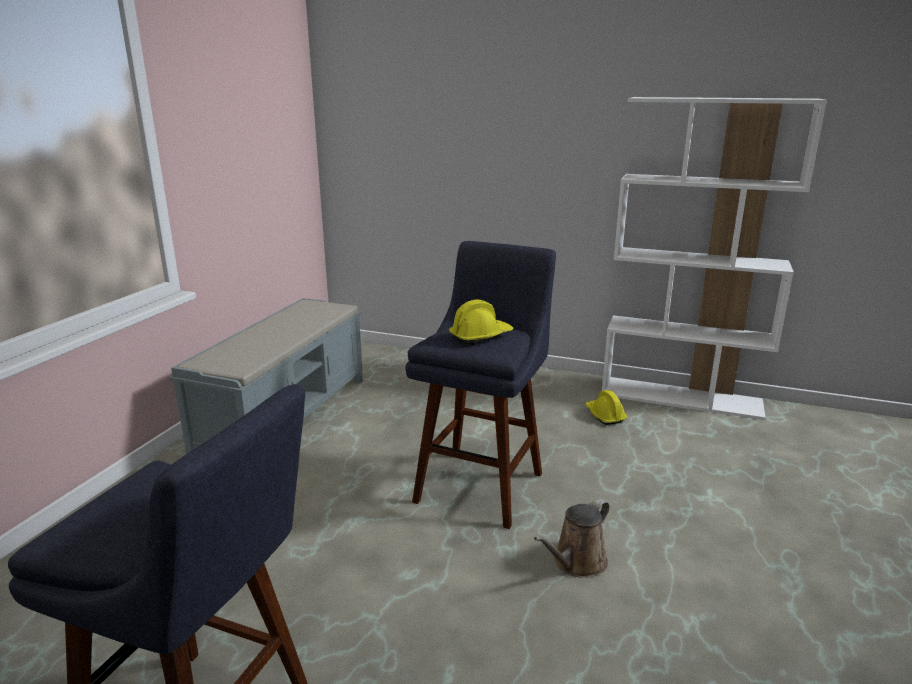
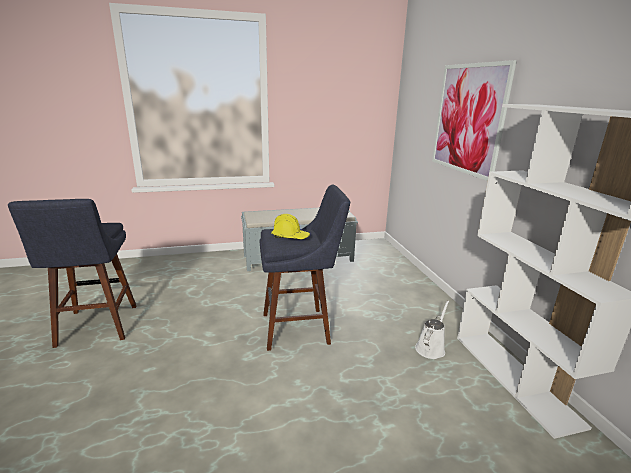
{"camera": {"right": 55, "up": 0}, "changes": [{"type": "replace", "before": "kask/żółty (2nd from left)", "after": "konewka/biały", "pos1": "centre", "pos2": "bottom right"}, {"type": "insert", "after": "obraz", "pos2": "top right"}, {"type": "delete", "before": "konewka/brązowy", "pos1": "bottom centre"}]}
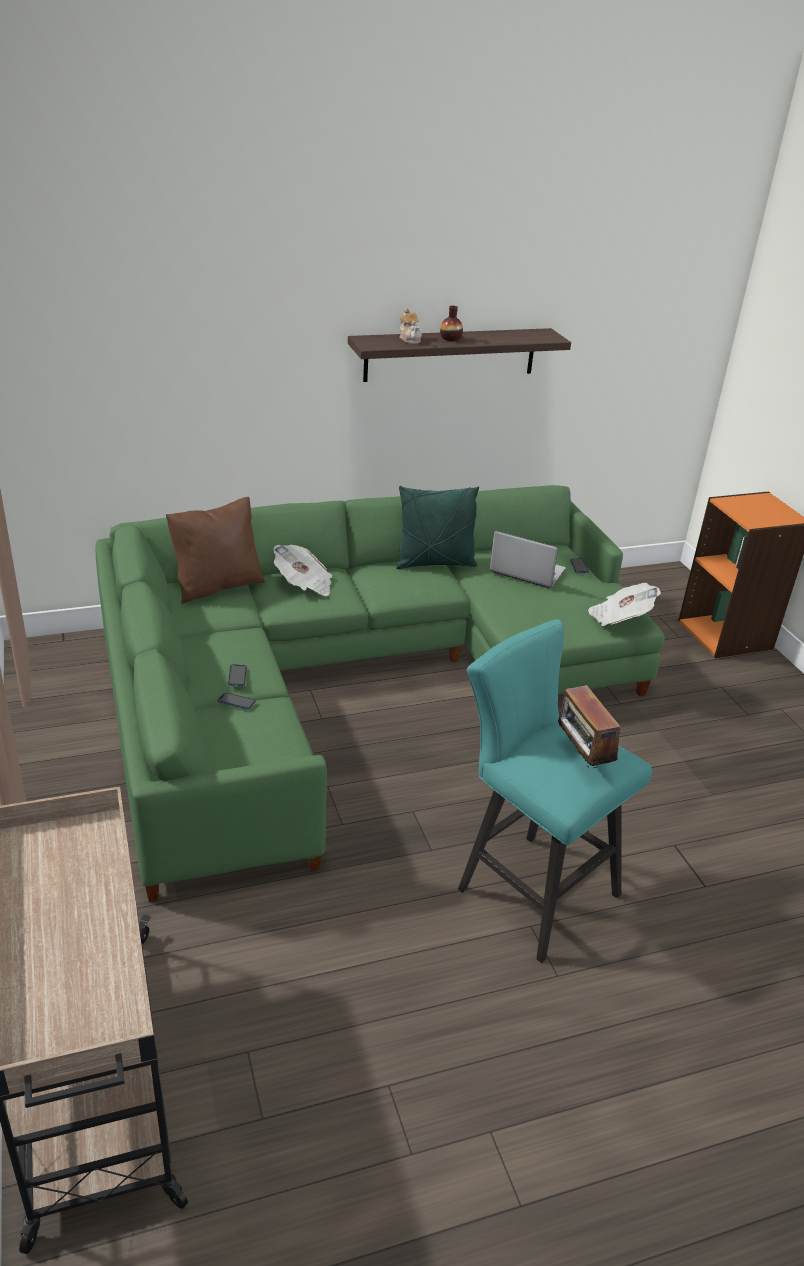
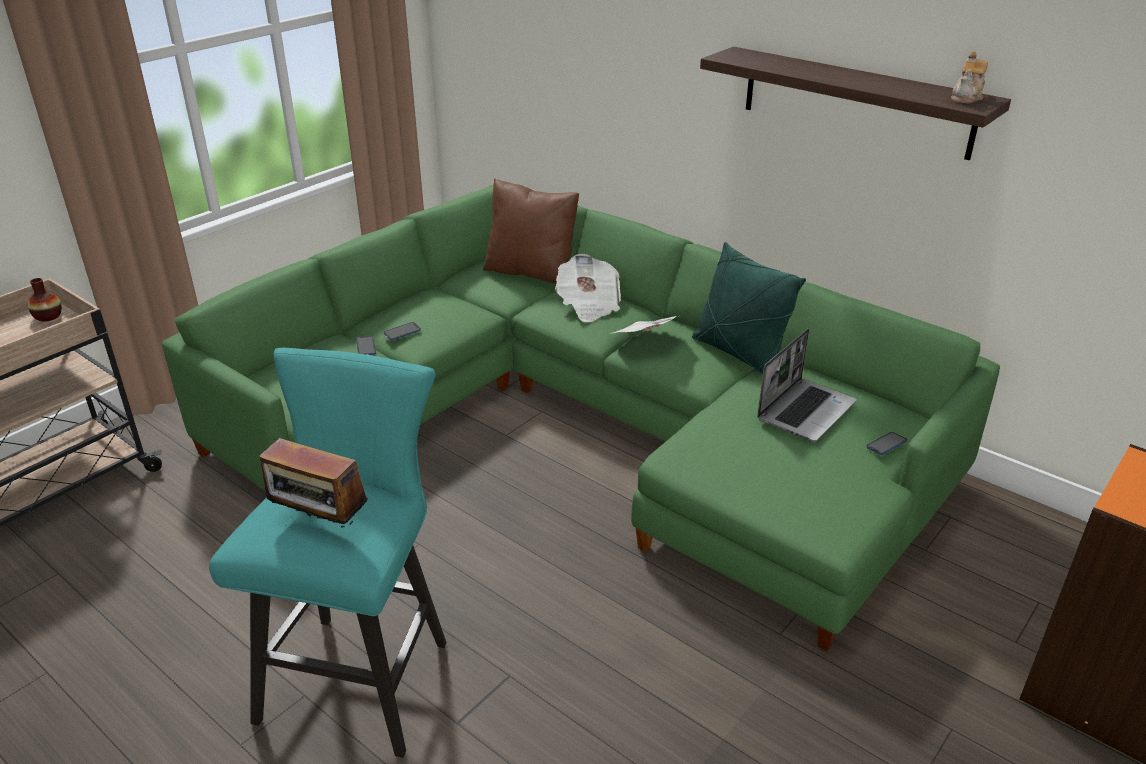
{"camera": {"right": 60, "up": 0}, "changes": [{"type": "move", "before": "wazon", "pos1": "top centre", "pos2": "middle left"}, {"type": "rotate", "before": "radio", "pos1": "middle right", "pos2": "middle left", "turn": -105}, {"type": "move", "before": "gazeta (2nd from left)", "pos1": "middle right", "pos2": "centre"}, {"type": "rotate", "before": "laptop", "pos1": "centre", "pos2": "middle right", "turn": 45}, {"type": "move", "before": "imbryk", "pos1": "top centre", "pos2": "top right"}]}
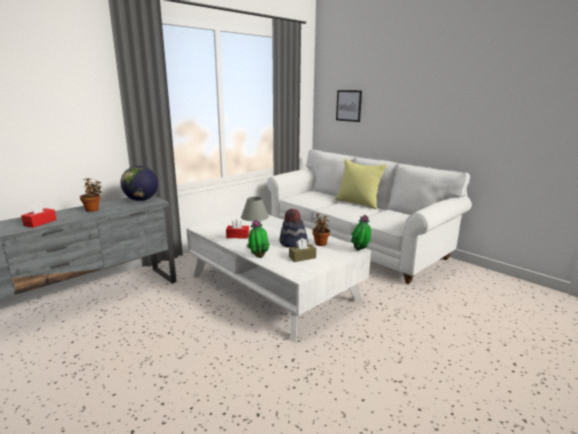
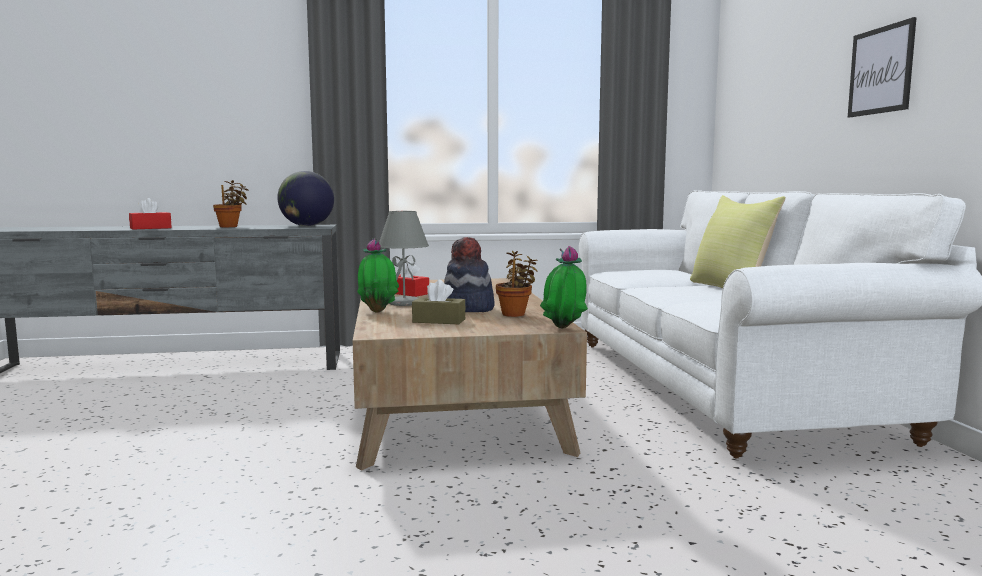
{"camera": {"right": 35, "up": -10}, "changes": [{"type": "recolor", "before": "ława/biały", "after": "ława/brązowy", "pos1": "centre", "pos2": "centre"}, {"type": "move", "before": "obraz", "pos1": "top centre", "pos2": "top right"}]}
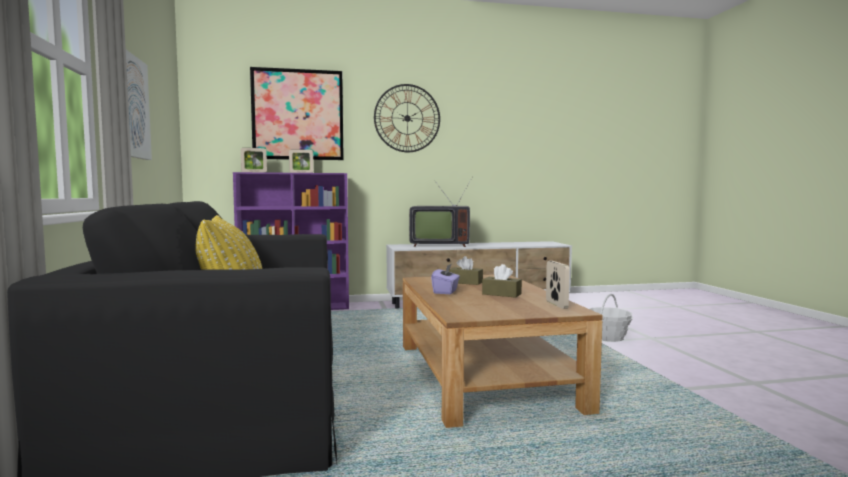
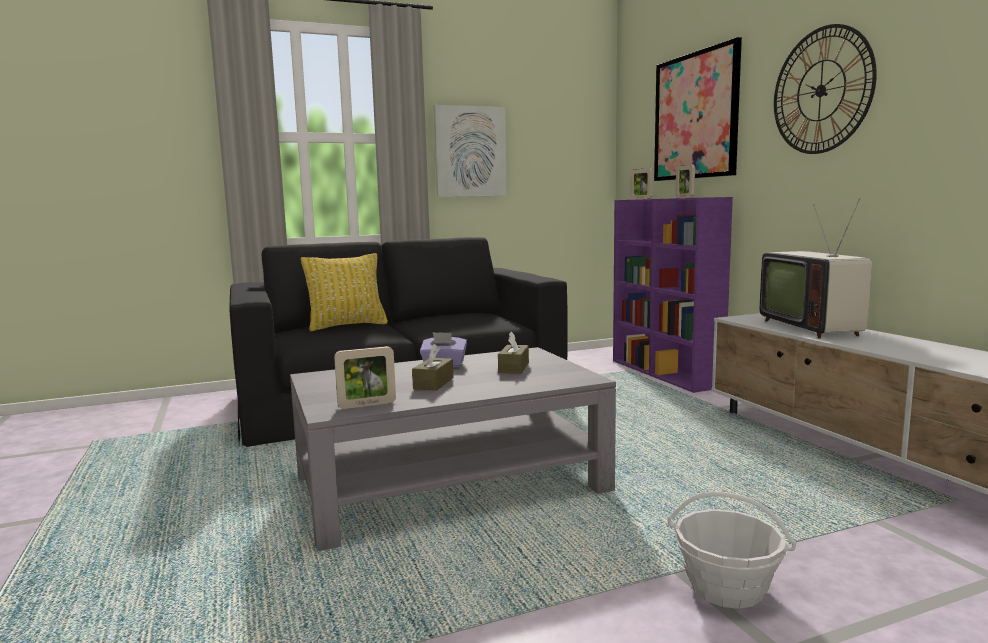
{"camera": {"right": 80, "up": 5}, "changes": [{"type": "recolor", "before": "ława/brązowy", "after": "ława/szary", "pos1": "bottom centre", "pos2": "bottom centre"}]}
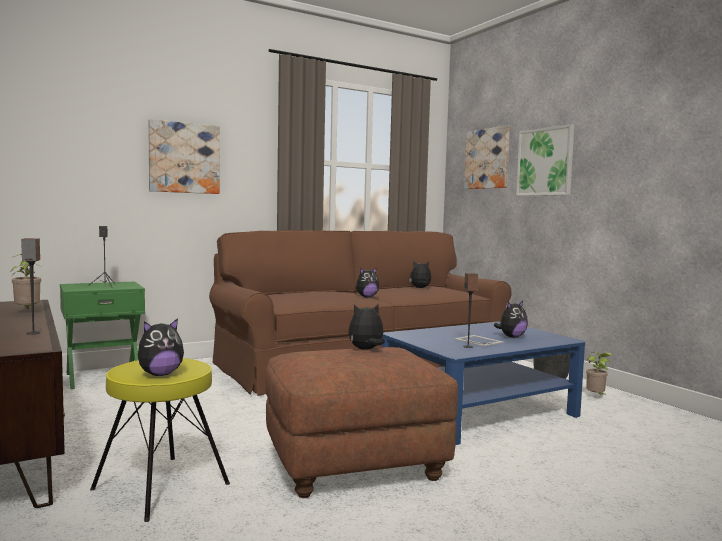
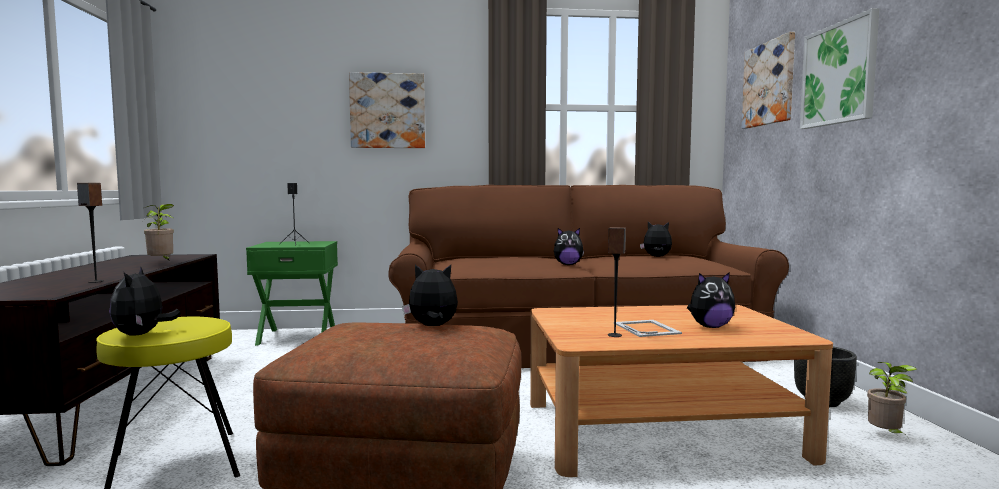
{"camera": {"right": 25, "up": 0}, "changes": [{"type": "rotate", "before": "pluszak (1st from left)", "pos1": "middle left", "pos2": "middle left", "turn": 90}, {"type": "recolor", "before": "ława/niebieski", "after": "ława/brązowy", "pos1": "bottom right", "pos2": "bottom right"}]}
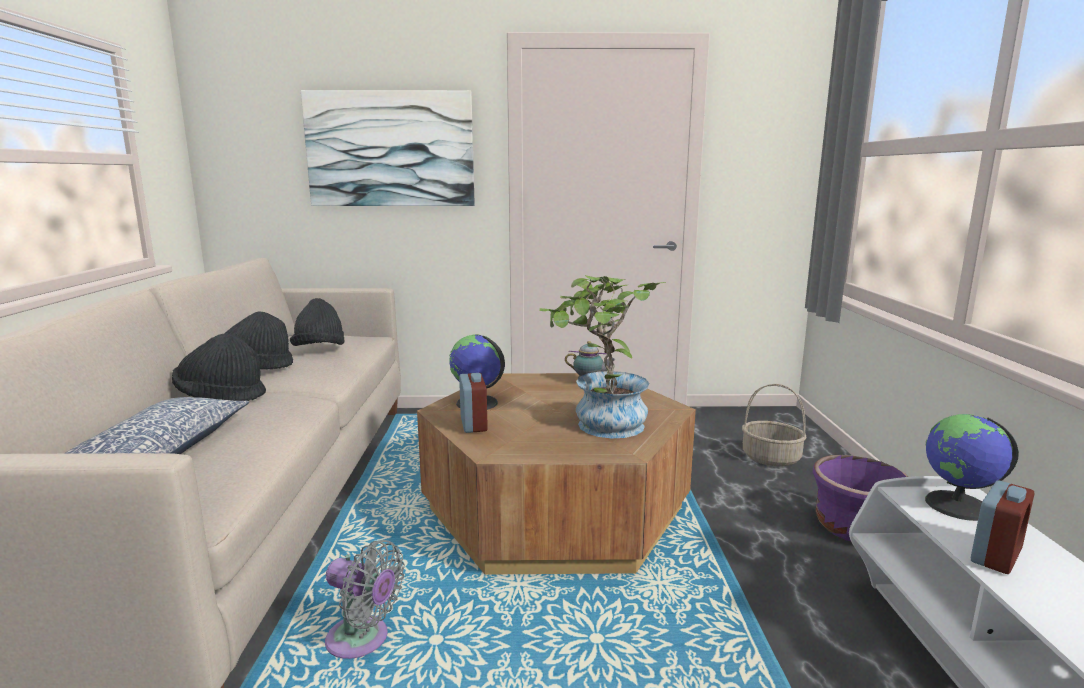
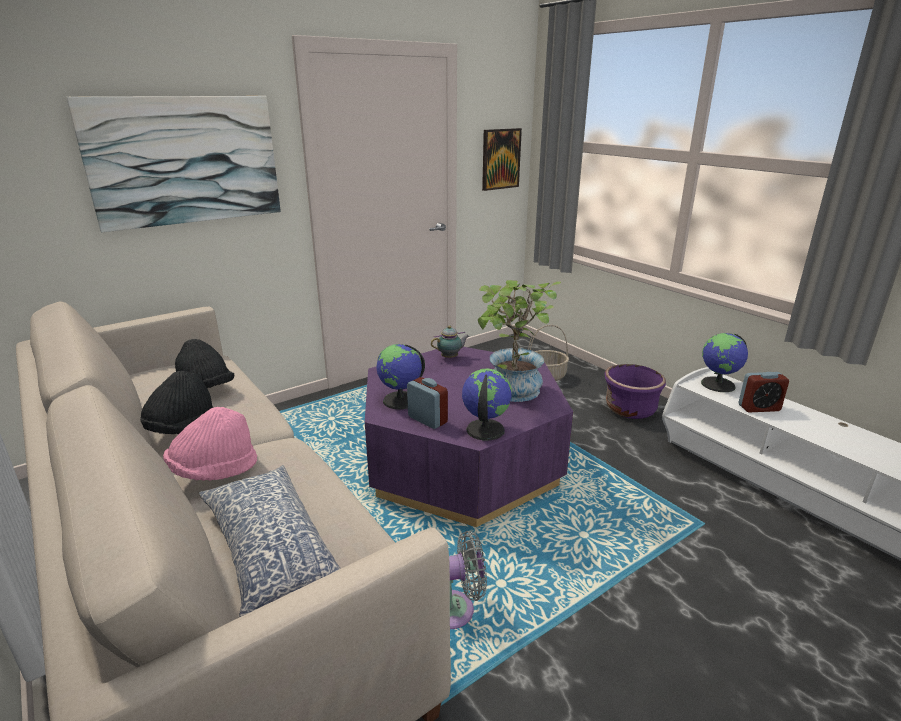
{"camera": {"right": -35, "up": 10}, "changes": [{"type": "recolor", "before": "kapelusz/czarny (1st from left)", "after": "kapelusz/różowy", "pos1": "middle left", "pos2": "middle left"}, {"type": "recolor", "before": "ława/brązowy", "after": "ława/fioletowy", "pos1": "bottom centre", "pos2": "centre"}, {"type": "insert", "after": "globus (2nd from left)", "pos2": "centre"}, {"type": "insert", "after": "obraz (2nd from left)", "pos2": "top centre"}, {"type": "rotate", "before": "budzik (2nd from left)", "pos1": "bottom right", "pos2": "middle right", "turn": 75}]}
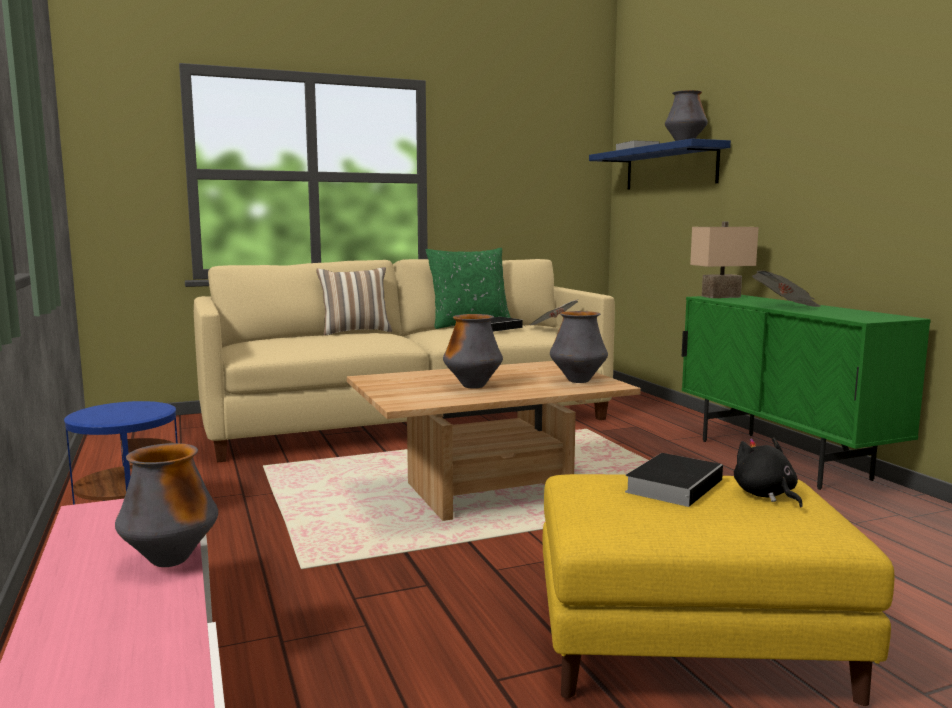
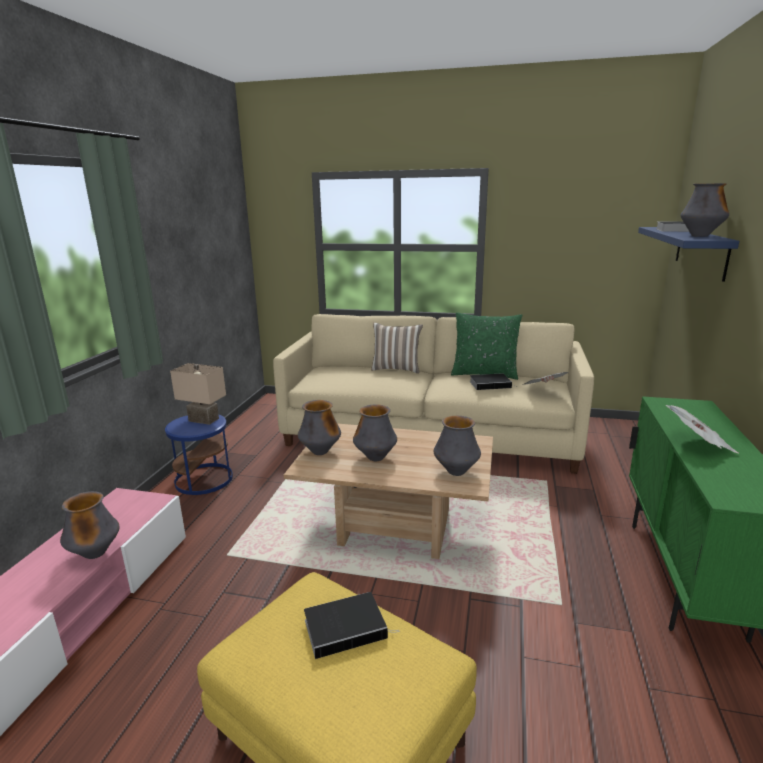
{"camera": {"right": 35, "up": 10}, "changes": [{"type": "move", "before": "lampa stołowa/beżowy", "pos1": "middle right", "pos2": "middle left"}, {"type": "insert", "after": "wazon (2nd from left)", "pos2": "centre"}, {"type": "delete", "before": "pluszak/czarny", "pos1": "bottom right"}]}
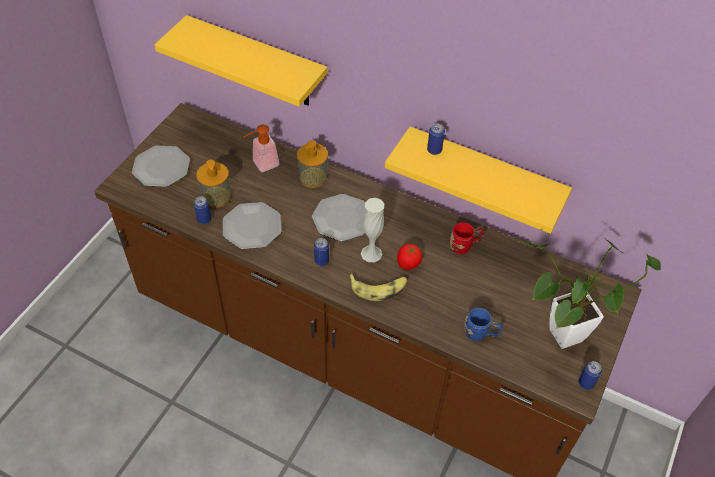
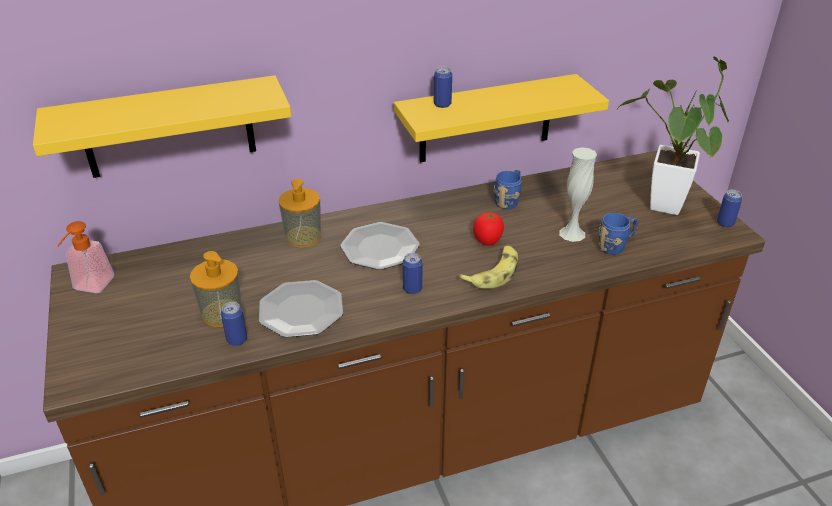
{"camera": {"right": -45, "up": -15}, "changes": [{"type": "move", "before": "dozownik mydła (2nd from left in the first image)", "after": "dozownik mydła (1st from left)", "pos1": "top centre", "pos2": "middle left"}, {"type": "recolor", "before": "kubek/czerwony", "after": "kubek/niebieski (1st from left)", "pos1": "centre", "pos2": "centre"}, {"type": "move", "before": "wazon/biały", "pos1": "centre", "pos2": "middle right"}, {"type": "delete", "before": "talerz (1st from left)", "pos1": "middle left"}]}
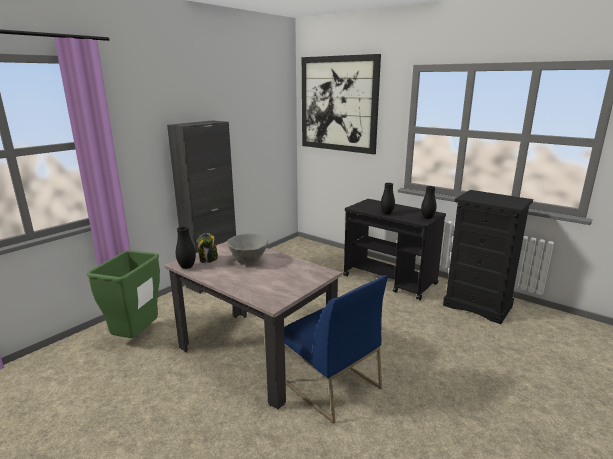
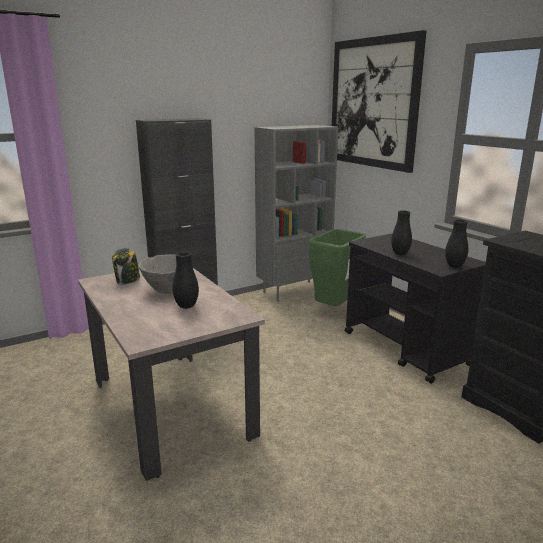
{"camera": {"right": 20, "up": 0}, "changes": [{"type": "move", "before": "wazon/czarny (1st from left)", "pos1": "middle left", "pos2": "centre"}, {"type": "insert", "after": "regał/szary", "pos2": "centre"}, {"type": "move", "before": "kosz na śmieci/zielony", "pos1": "middle left", "pos2": "centre"}, {"type": "delete", "before": "krzesło/niebieski", "pos1": "bottom centre"}]}
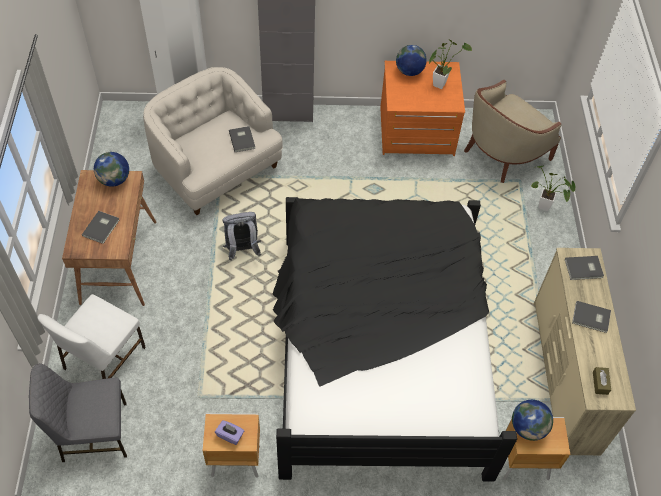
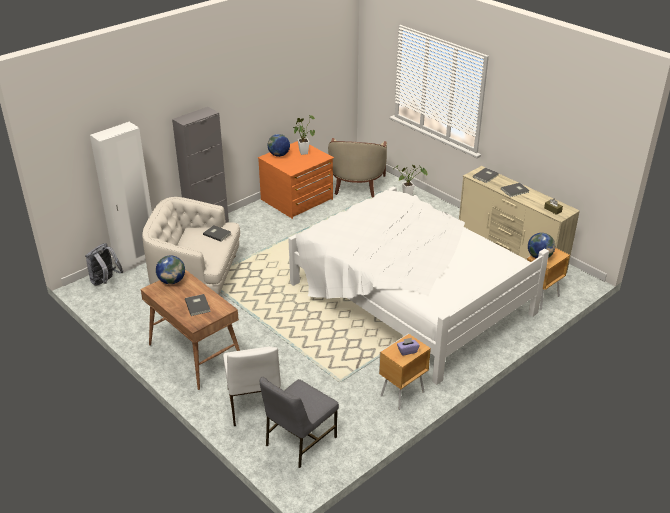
{"camera": {"right": -40, "up": -20}, "changes": [{"type": "move", "before": "plecak/szary", "pos1": "centre", "pos2": "middle left"}, {"type": "recolor", "before": "łóżko/czarny", "after": "łóżko/biały", "pos1": "bottom centre", "pos2": "centre"}]}
